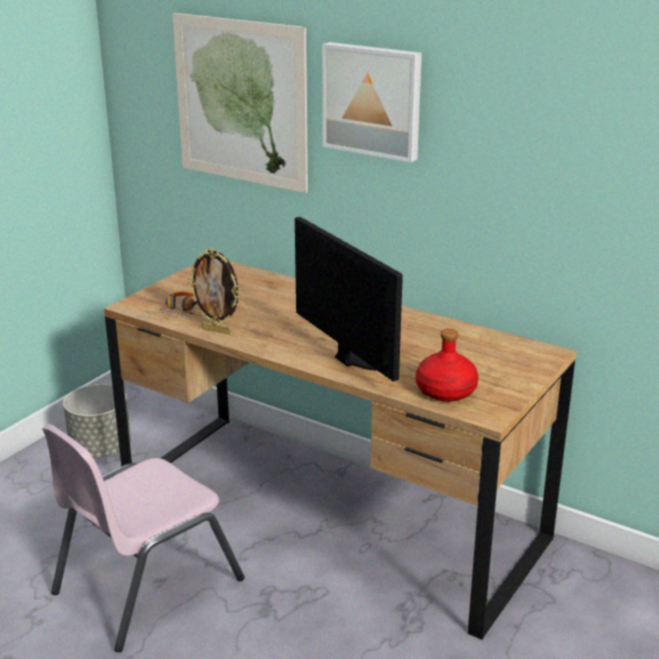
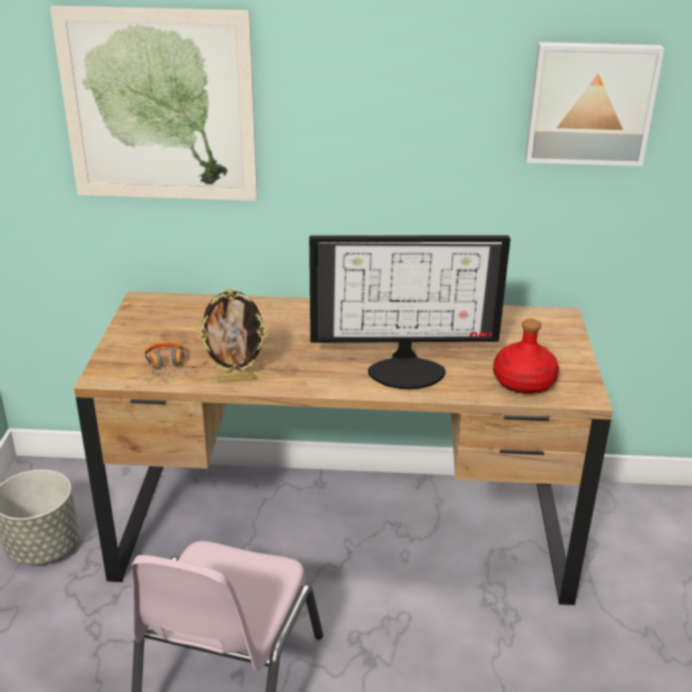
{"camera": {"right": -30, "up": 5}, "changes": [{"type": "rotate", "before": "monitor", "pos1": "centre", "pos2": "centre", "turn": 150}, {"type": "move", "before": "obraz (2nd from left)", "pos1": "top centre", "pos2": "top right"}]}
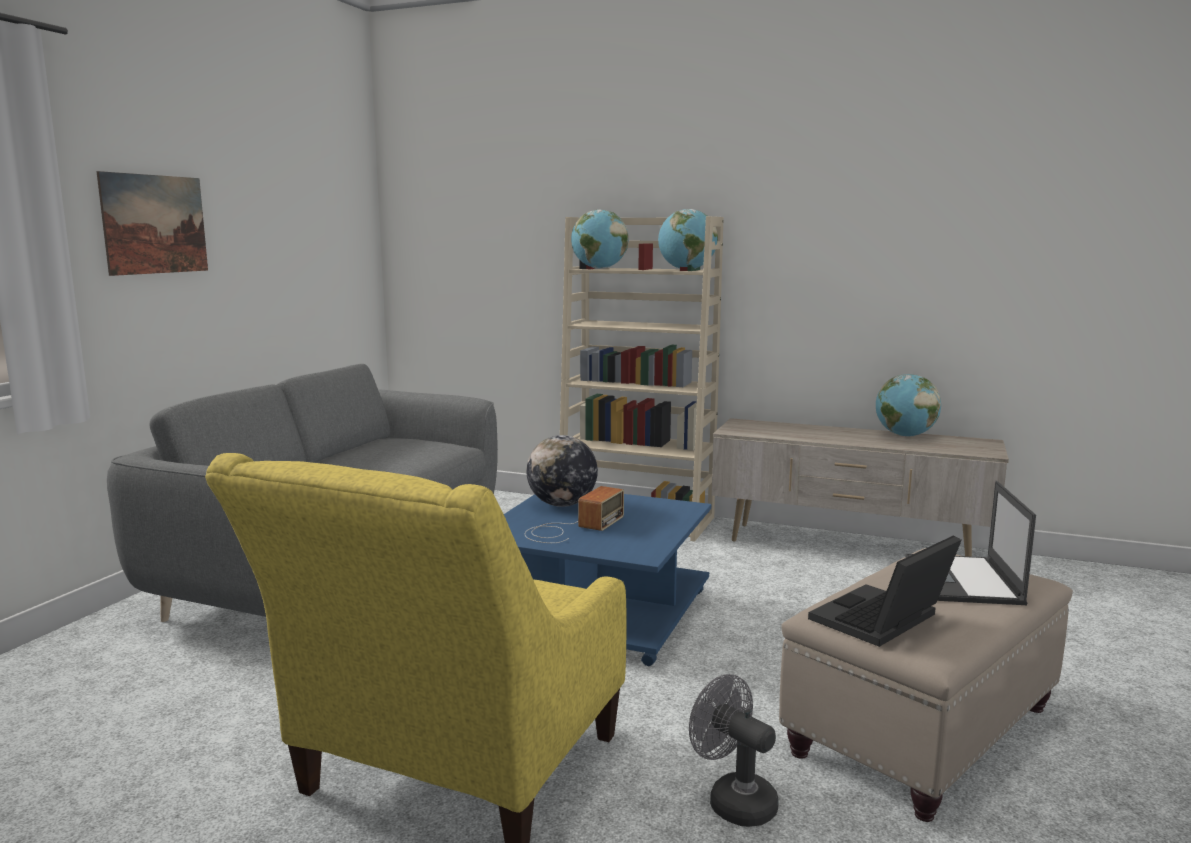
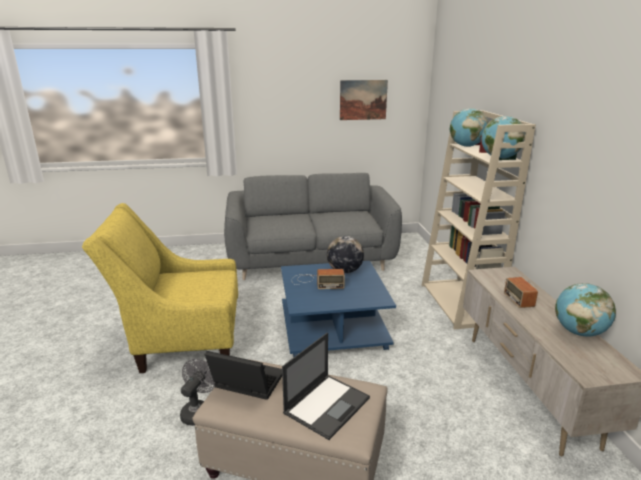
{"camera": {"right": 60, "up": 10}, "changes": [{"type": "rotate", "before": "laptop (2nd from left)", "pos1": "middle right", "pos2": "bottom centre", "turn": 150}, {"type": "move", "before": "obraz", "pos1": "top left", "pos2": "top centre"}, {"type": "insert", "after": "radio (2nd from left)", "pos2": "middle right"}]}
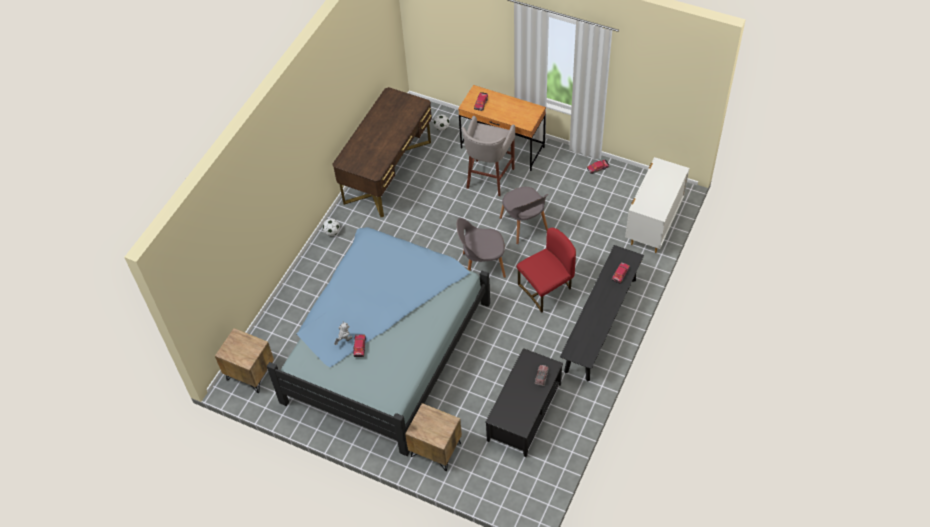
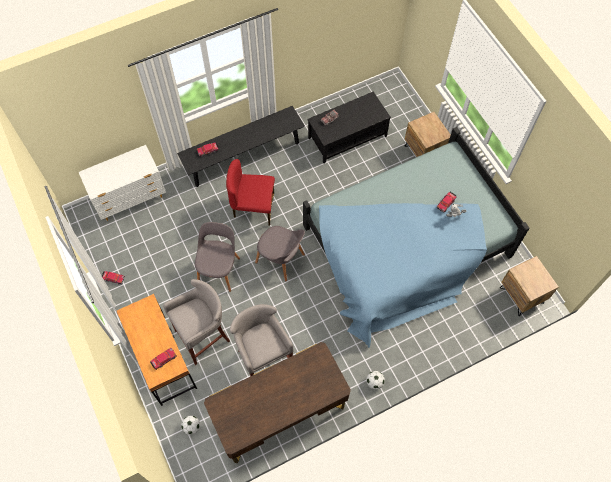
{"camera": {"right": -145, "up": 10}, "changes": [{"type": "insert", "after": "stołek/szary (2nd from left)", "pos2": "bottom centre"}]}
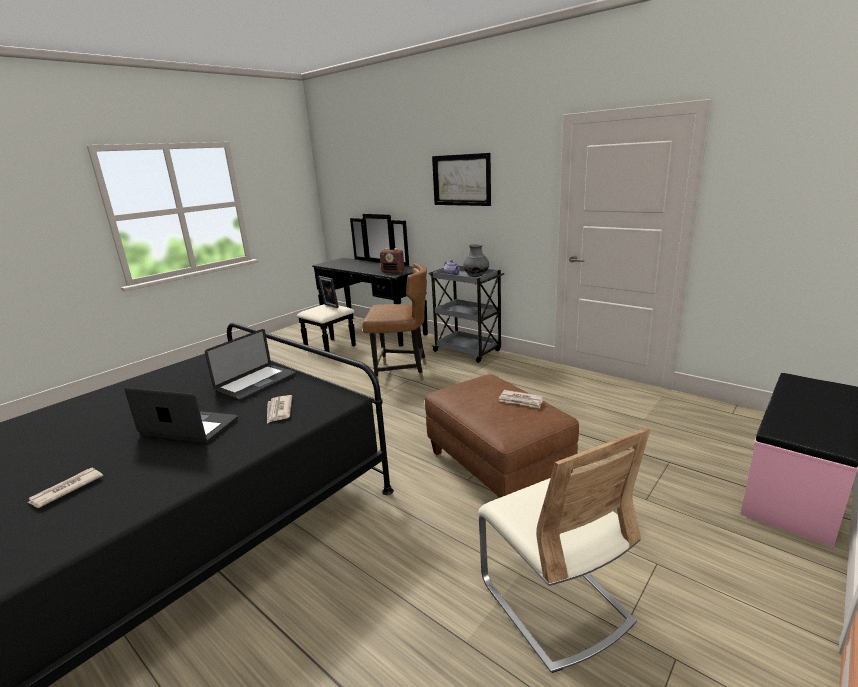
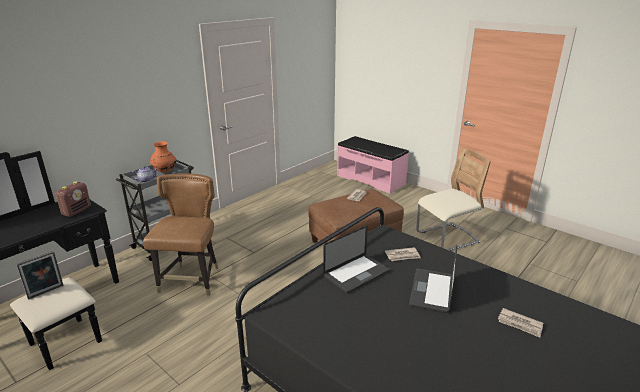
{"camera": {"right": -90, "up": 5}, "changes": [{"type": "recolor", "before": "wazon/szary", "after": "wazon/pomarańczowy", "pos1": "centre", "pos2": "middle left"}, {"type": "rotate", "before": "laptop (2nd from left in the first image)", "pos1": "middle left", "pos2": "centre", "turn": 105}, {"type": "delete", "before": "obraz", "pos1": "top centre"}]}
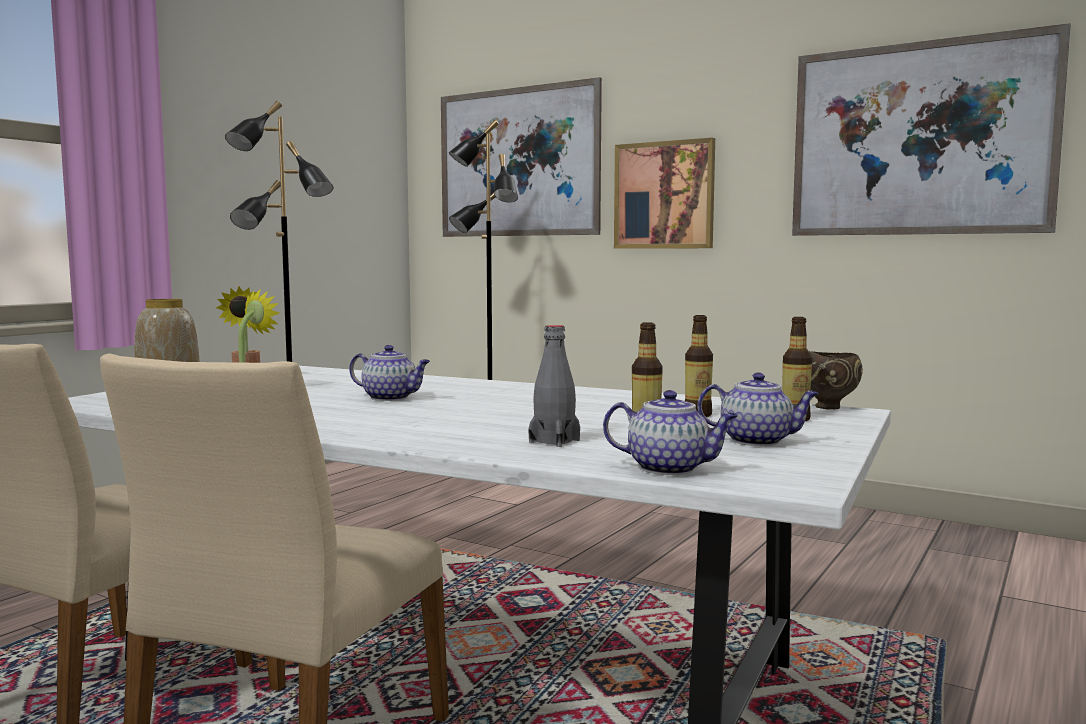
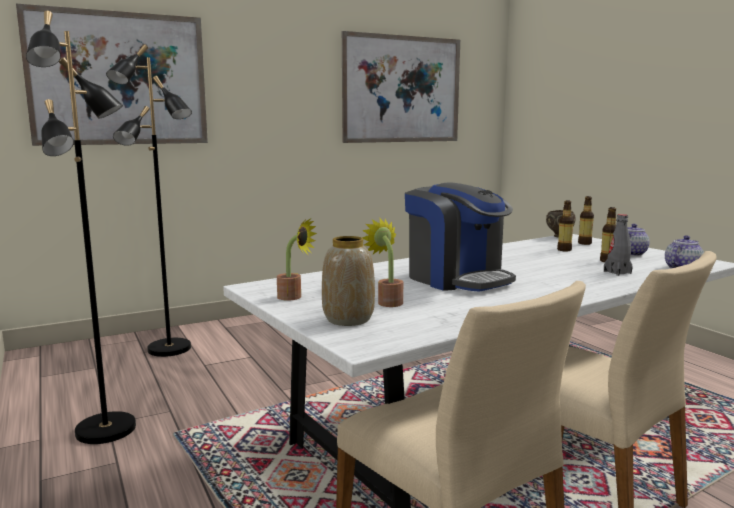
{"camera": {"right": -60, "up": 5}, "changes": [{"type": "replace", "before": "imbryk (1st from left)", "after": "ekspres do kawy", "pos1": "centre", "pos2": "centre"}, {"type": "delete", "before": "obraz (2nd from left)", "pos1": "top centre"}]}
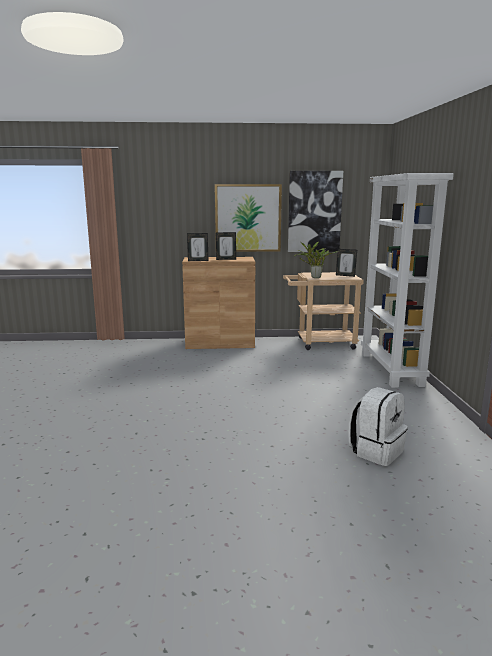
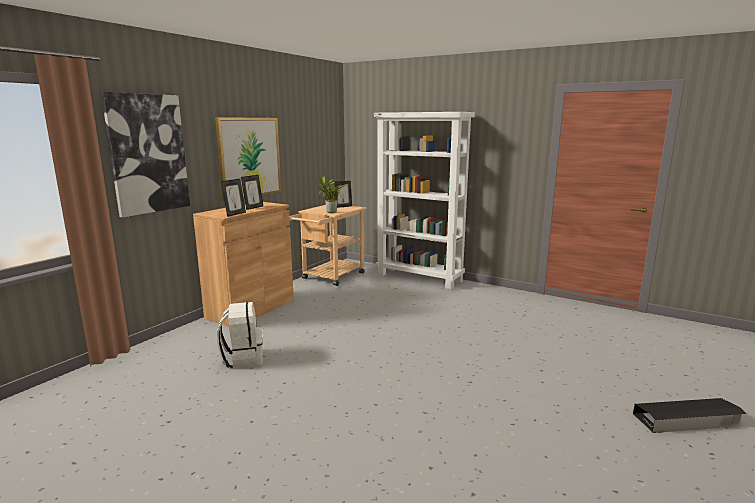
{"camera": {"right": -55, "up": 0}, "changes": [{"type": "move", "before": "obraz (2nd from left in the first image)", "after": "obraz (1st from left)", "pos1": "top centre", "pos2": "top left"}, {"type": "move", "before": "plecak/biały", "pos1": "middle right", "pos2": "middle left"}, {"type": "insert", "after": "pojemnik do przechowywania/czarny", "pos2": "bottom right"}]}
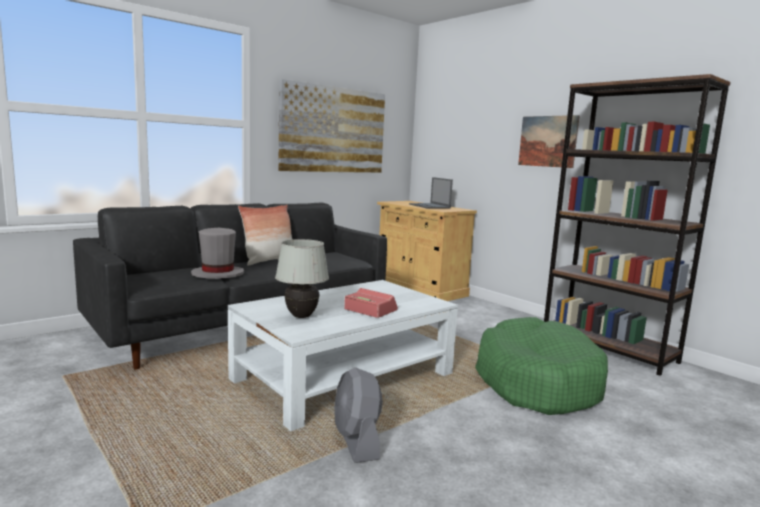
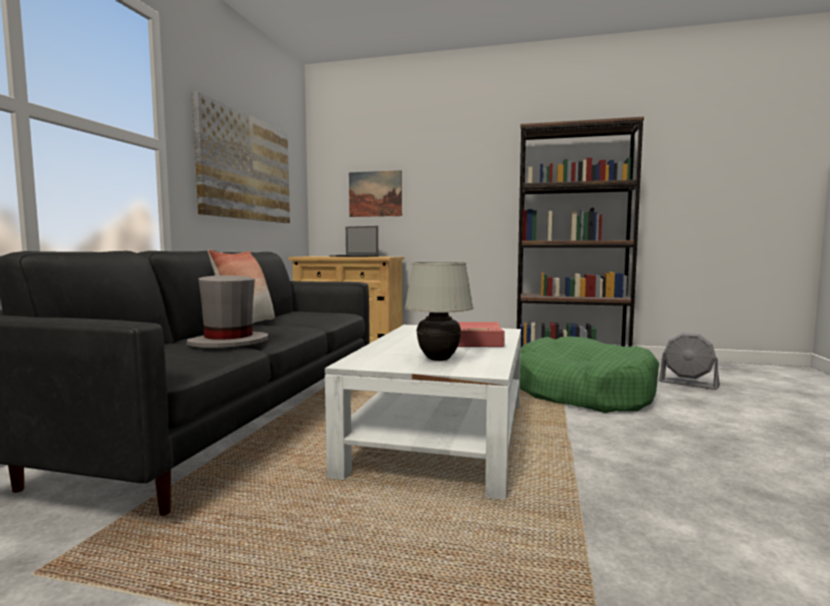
{"camera": {"right": -35, "up": -5}, "changes": [{"type": "move", "before": "obraz (2nd from left)", "pos1": "top right", "pos2": "top centre"}, {"type": "move", "before": "wentylator/szary", "pos1": "bottom centre", "pos2": "middle right"}]}
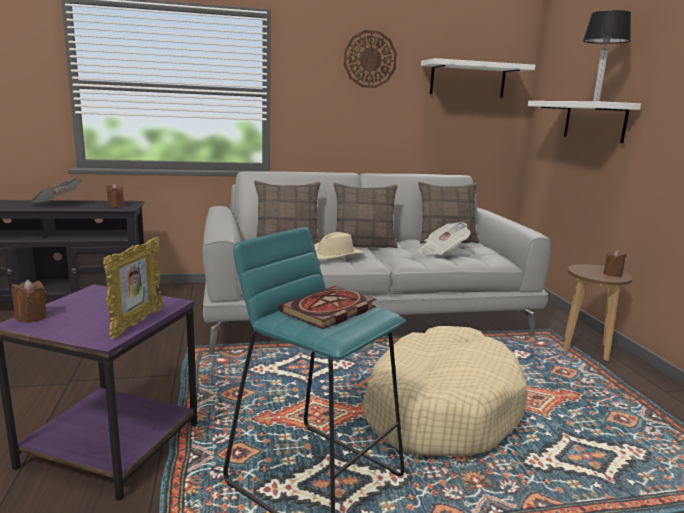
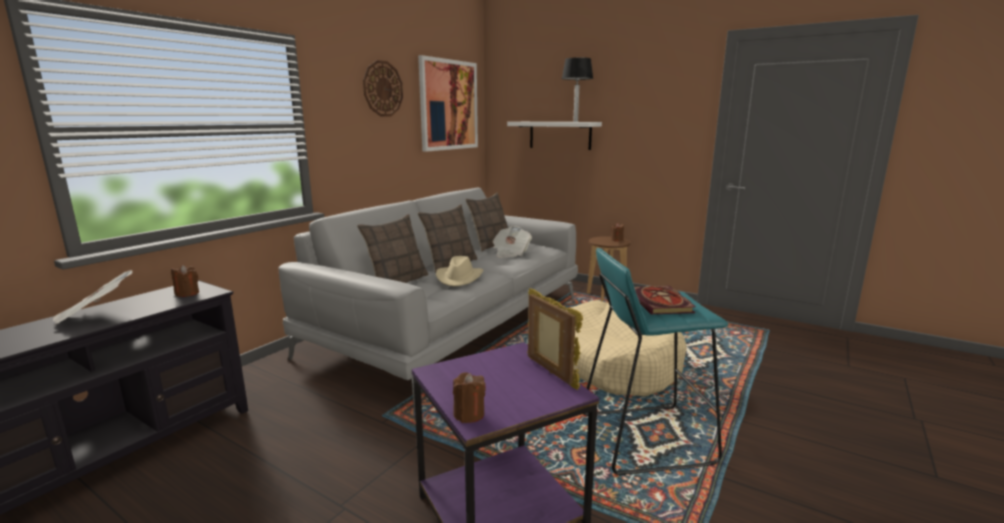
{"camera": {"right": -45, "up": 0}, "changes": [{"type": "replace", "before": "półka/biały (1st from left)", "after": "obraz", "pos1": "top right", "pos2": "top centre"}]}
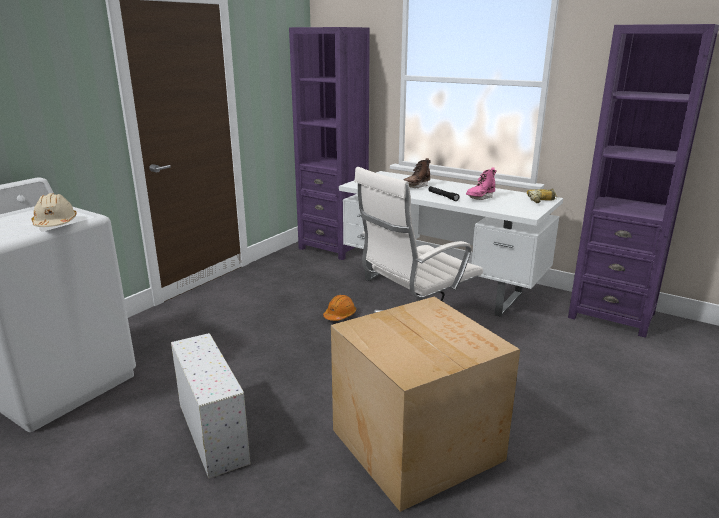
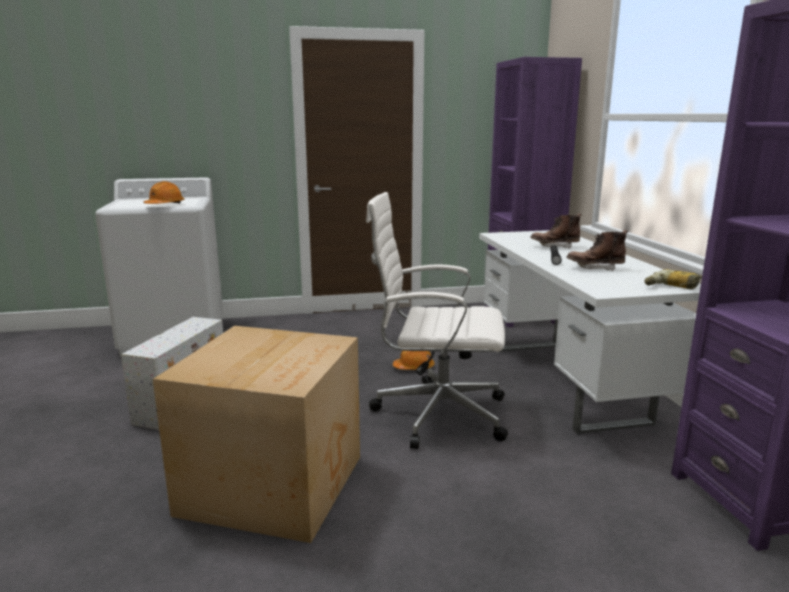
{"camera": {"right": 45, "up": -5}, "changes": [{"type": "recolor", "before": "kask/beżowy", "after": "kask/pomarańczowy (1st from left)", "pos1": "middle left", "pos2": "top left"}, {"type": "recolor", "before": "but z cholewką/różowy", "after": "but z cholewką/brązowy (2nd from left)", "pos1": "middle right", "pos2": "middle right"}]}
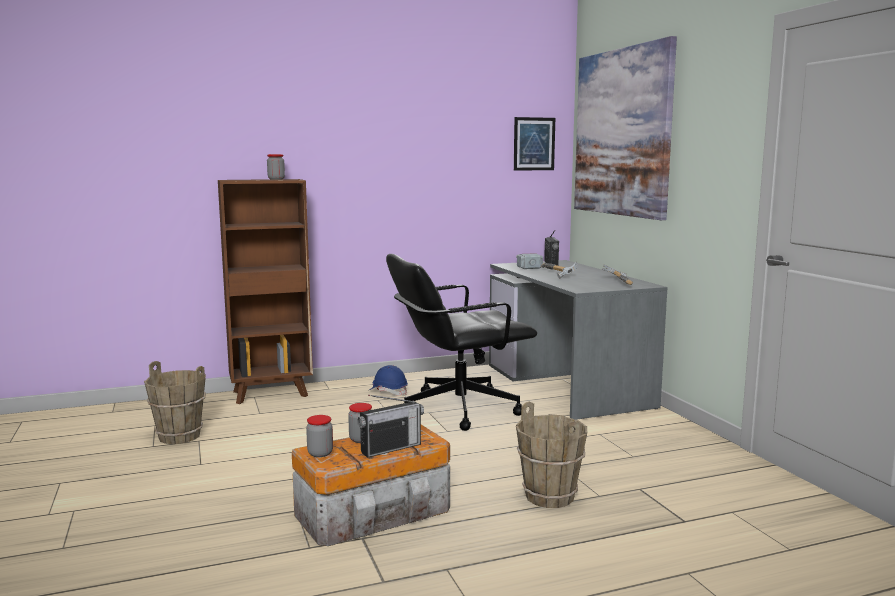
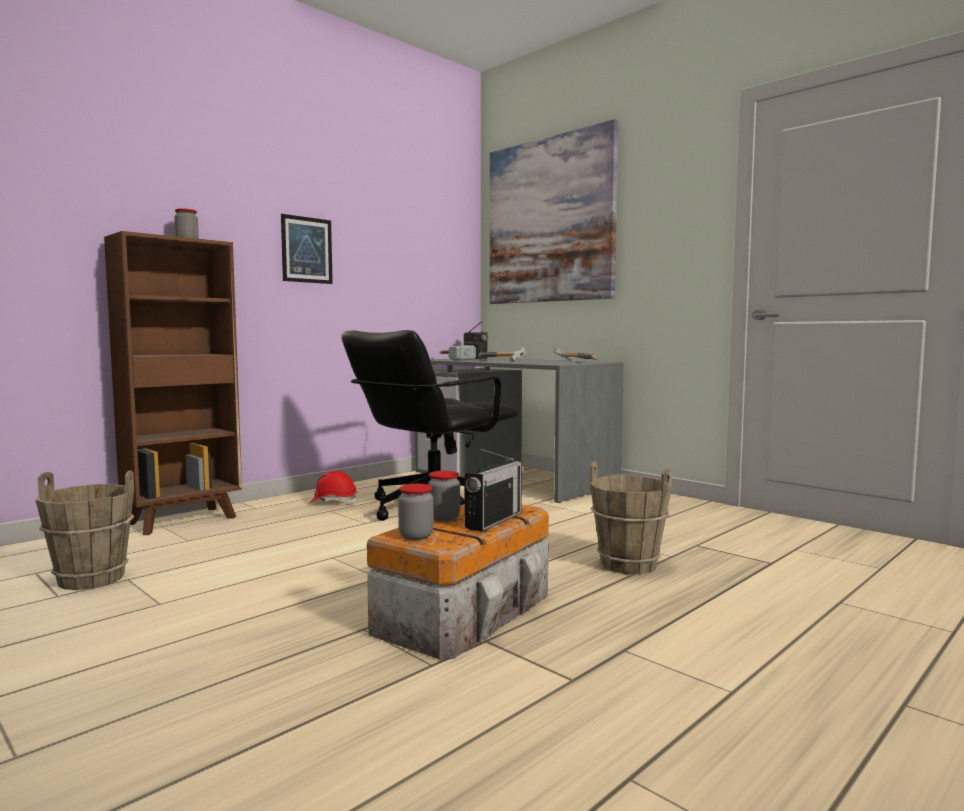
{"camera": {"right": -25, "up": -5}, "changes": [{"type": "move", "before": "obraz (1st from left)", "pos1": "top centre", "pos2": "top left"}, {"type": "recolor", "before": "kask/niebieski", "after": "kask/czerwony", "pos1": "centre", "pos2": "centre"}]}
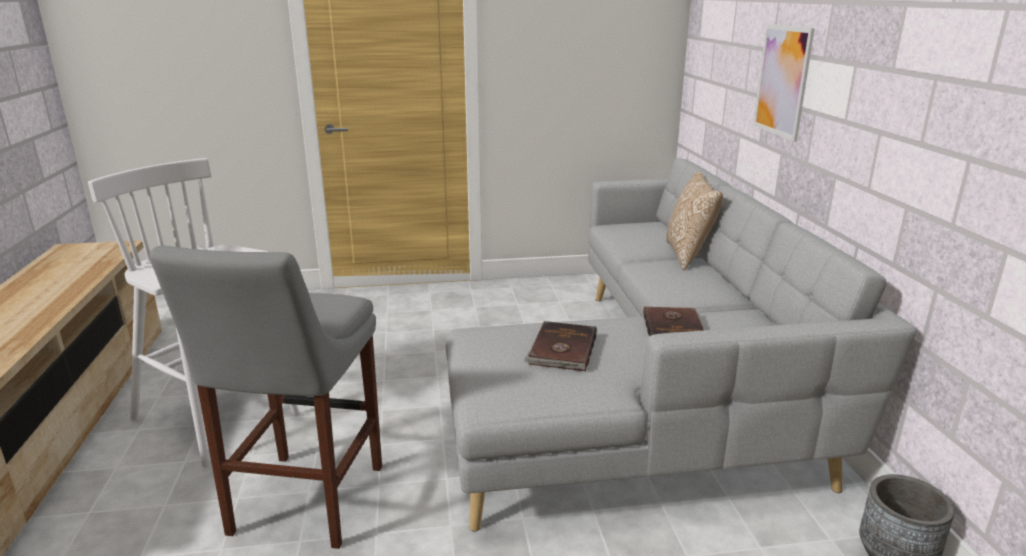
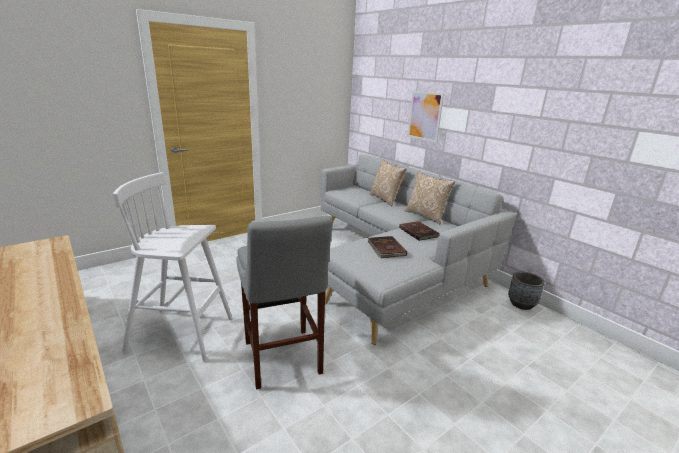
{"camera": {"right": -30, "up": 0}, "changes": [{"type": "insert", "after": "poduszka (2nd from left)", "pos2": "centre"}]}
